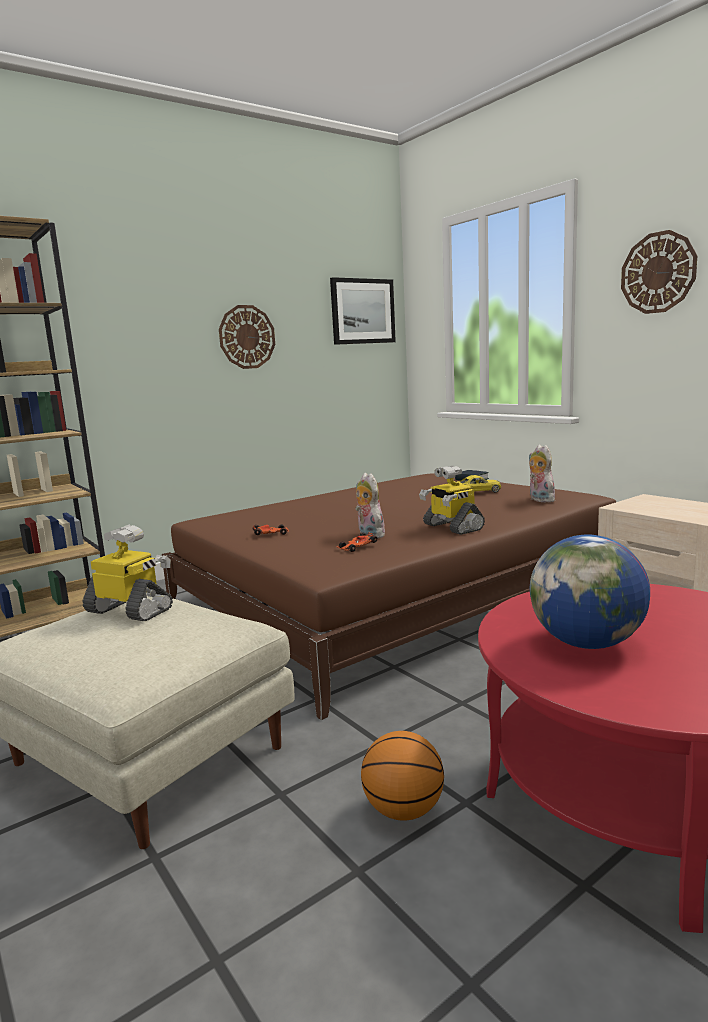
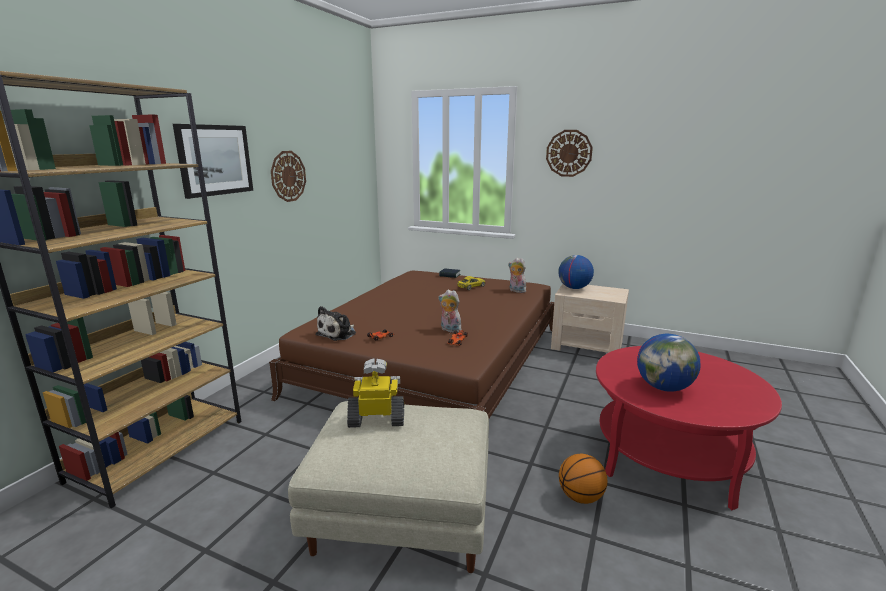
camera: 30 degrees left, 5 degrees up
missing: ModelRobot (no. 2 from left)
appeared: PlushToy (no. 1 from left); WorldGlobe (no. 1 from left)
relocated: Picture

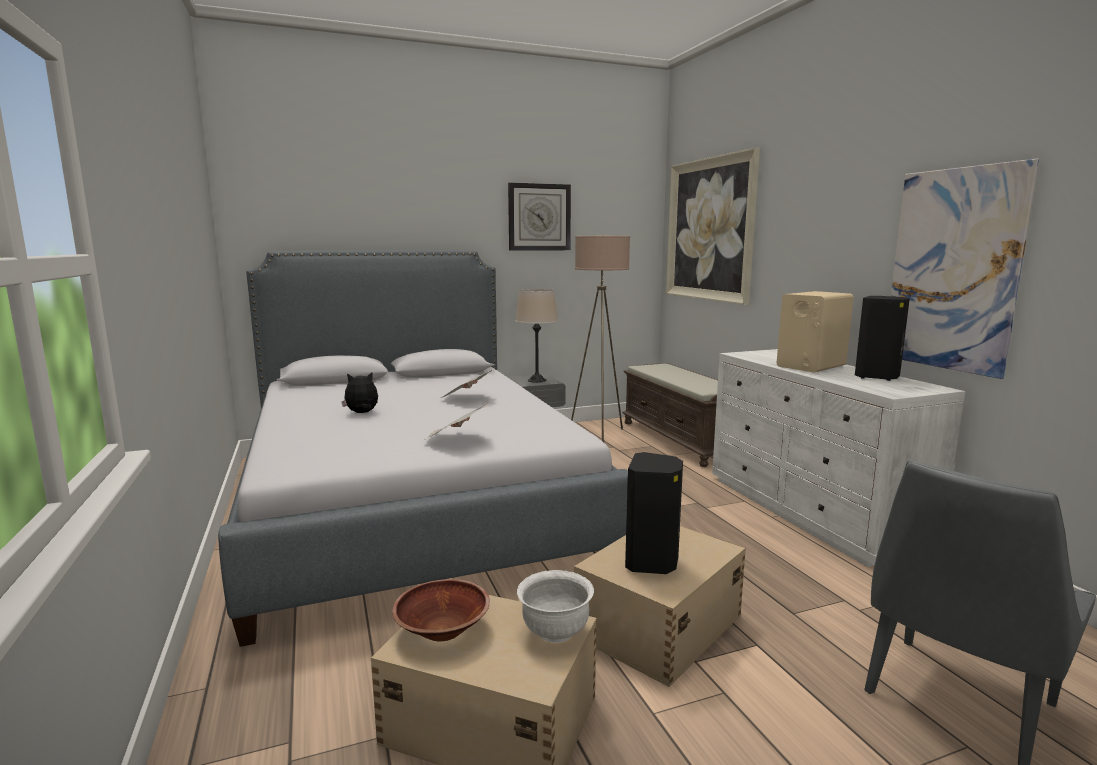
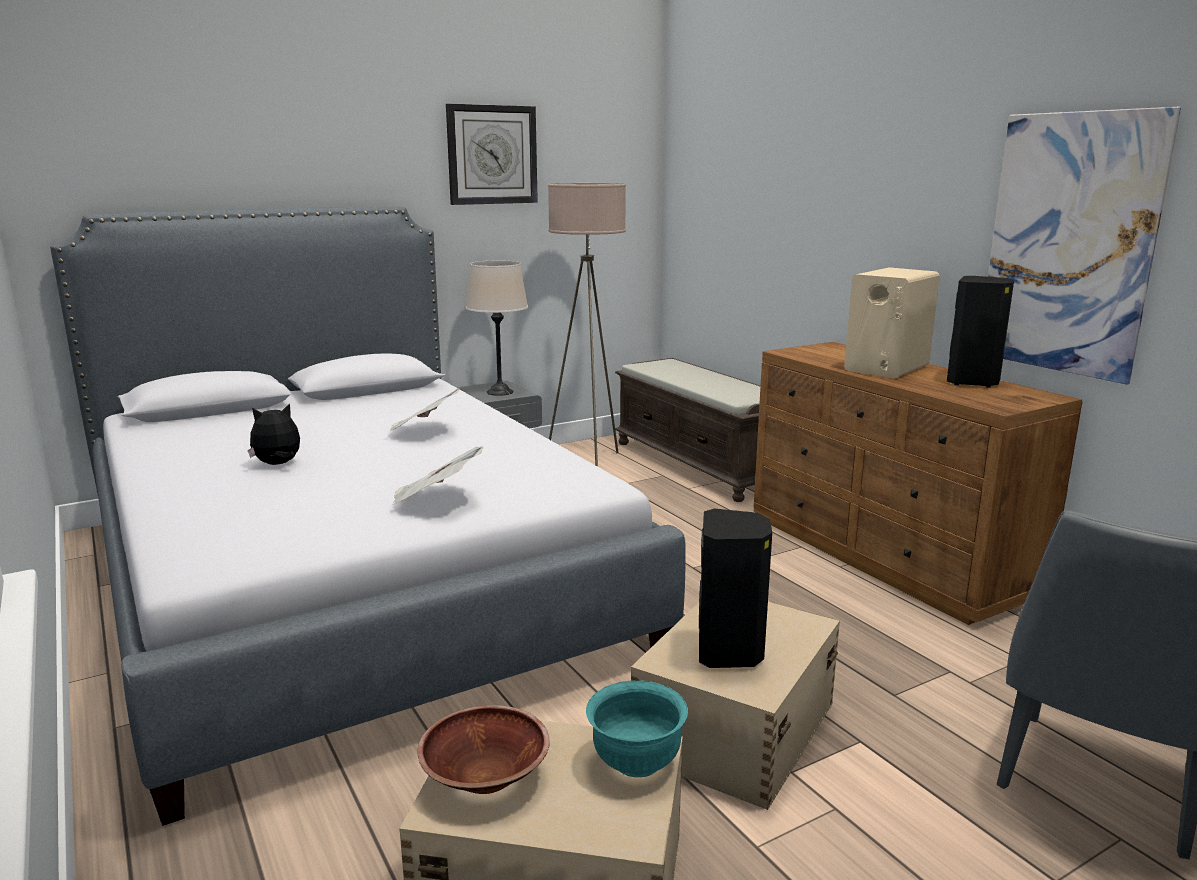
camera: 10 degrees left, 5 degrees up
missing: Picture (no. 1 from left)
colour: WhitishServingBowl to BlueGreenServingBowl; WhitishChestOfDrawers to BrownishChestOfDrawers

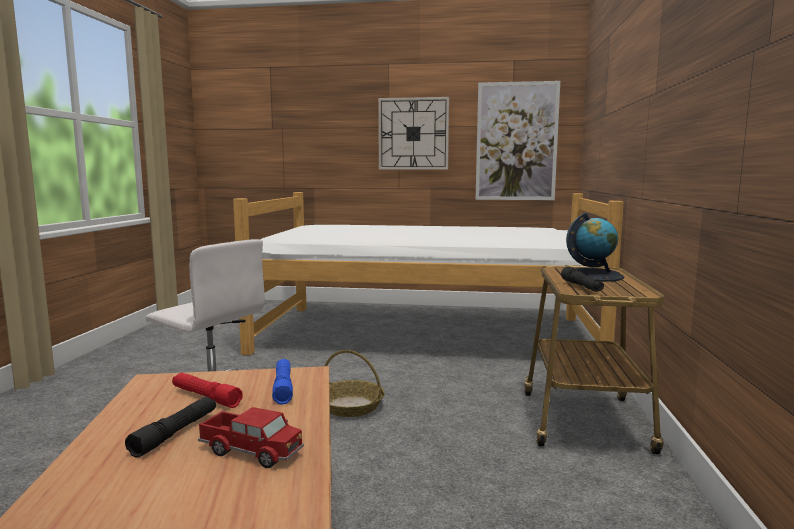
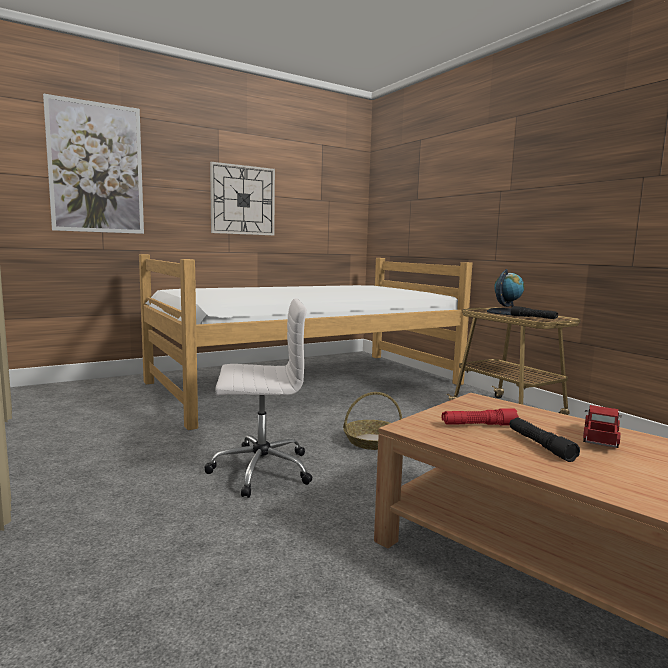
camera: 40 degrees left, 0 degrees up
missing: BluishFlashlight
relocated: Picture
spun: ToyTruck 45 degrees counterclockwise

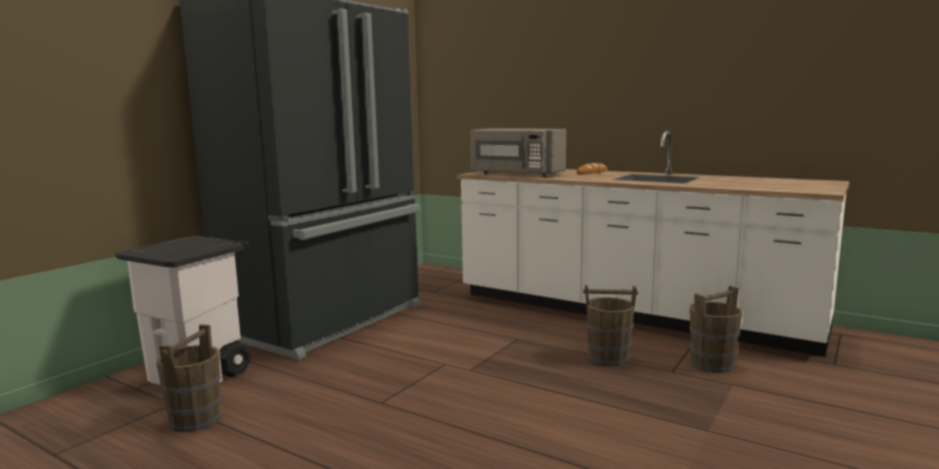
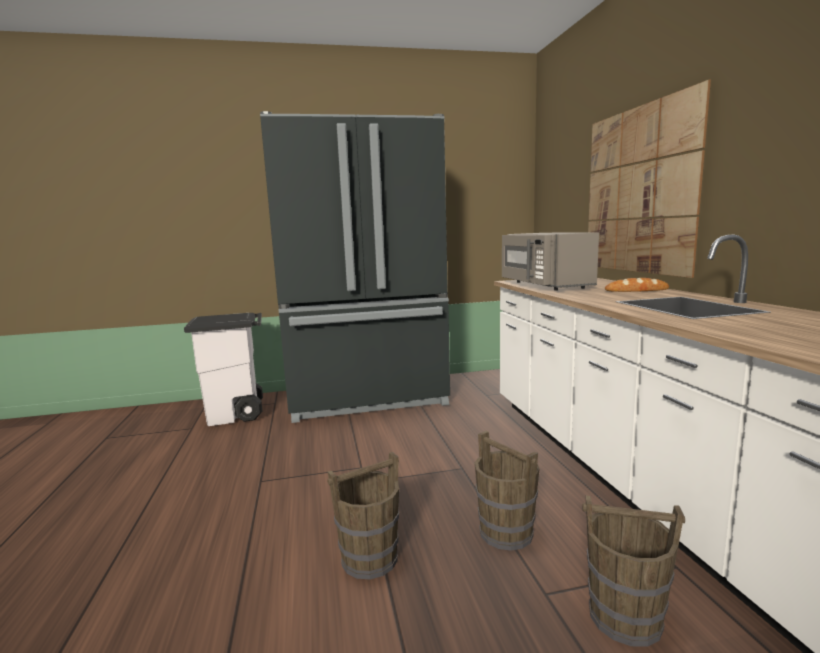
camera: 45 degrees right, 0 degrees up
appeared: Picture
relocated: BrownishWaterBucket (no. 1 from left)

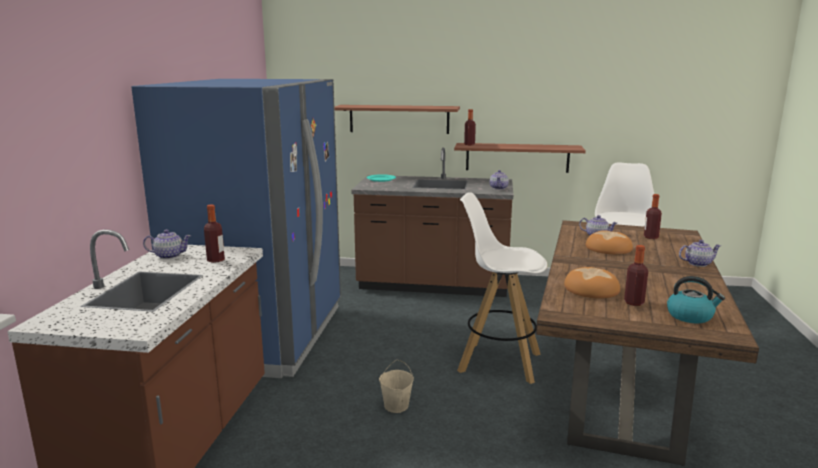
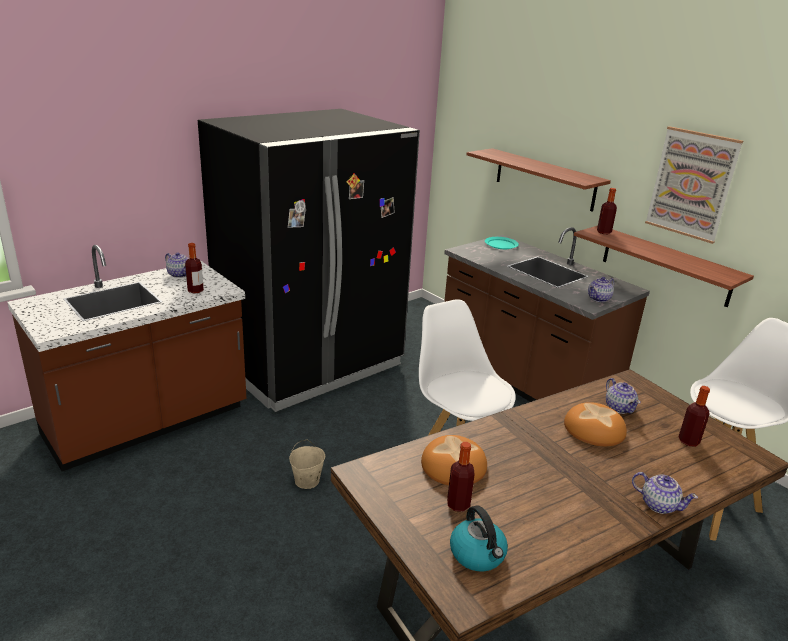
camera: 40 degrees right, 10 degrees up
appeared: Picture
colour: BluishRefrigerator to BlackishRefrigerator

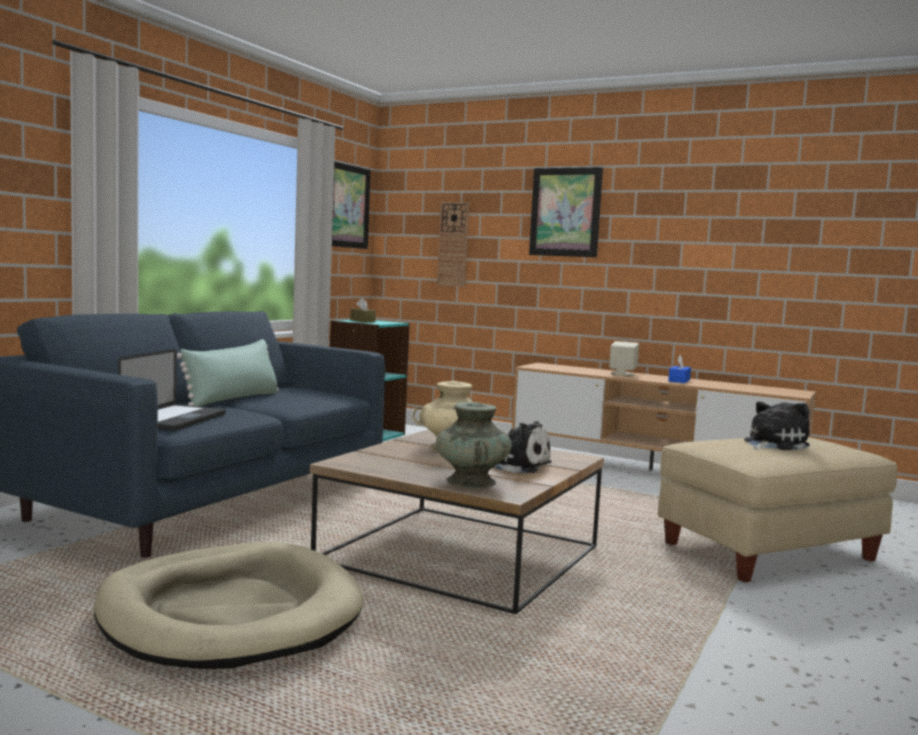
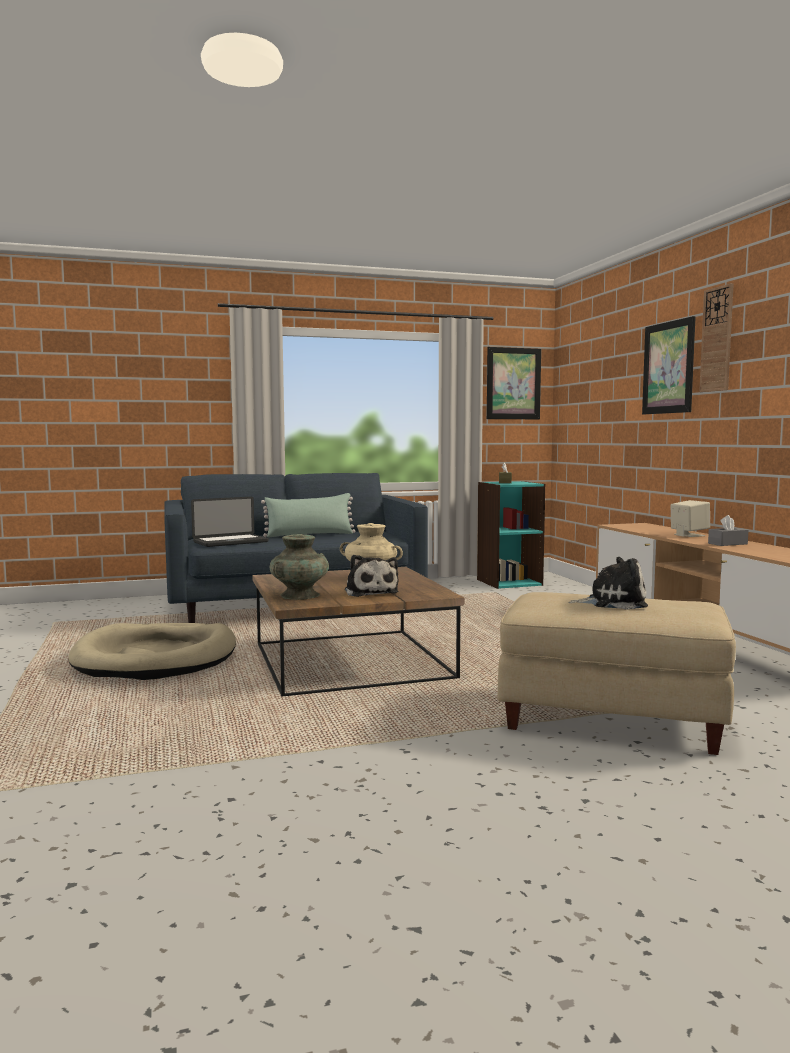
camera: 45 degrees right, 0 degrees up
relocated: WallClock
colour: BluishTissueBox to GrayTissueBox

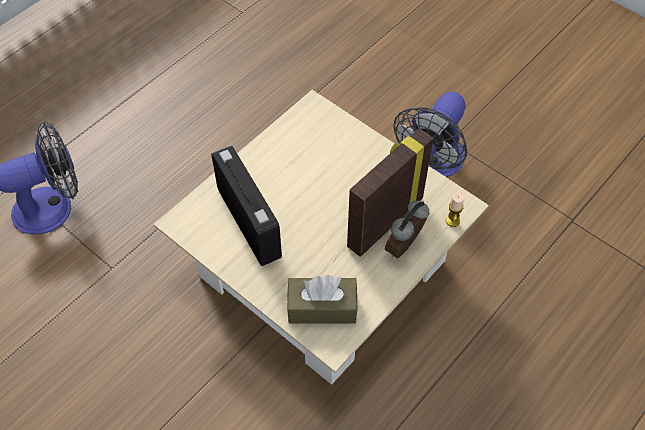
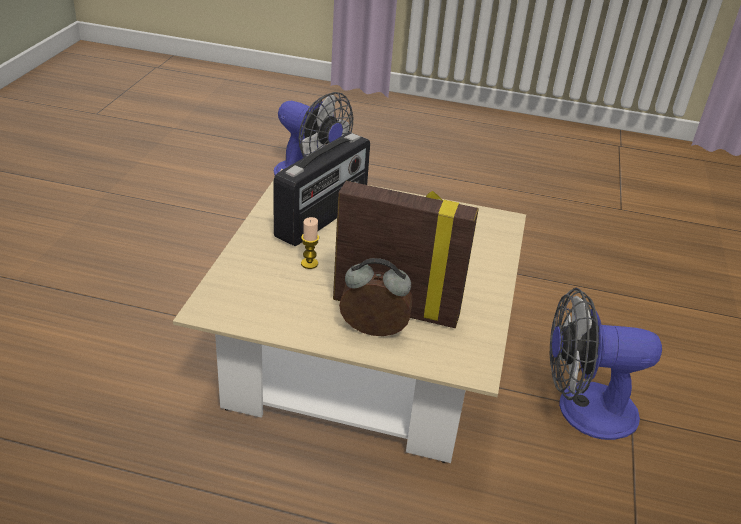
camera: 60 degrees right, 20 degrees down
missing: BrownishTissueBox
relocated: WaxCandle

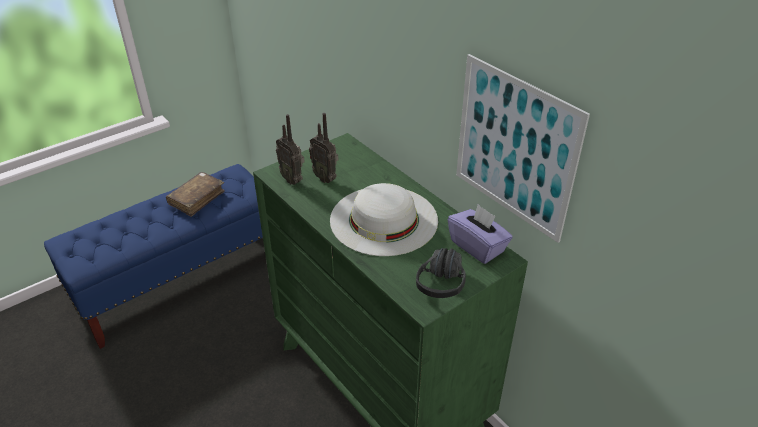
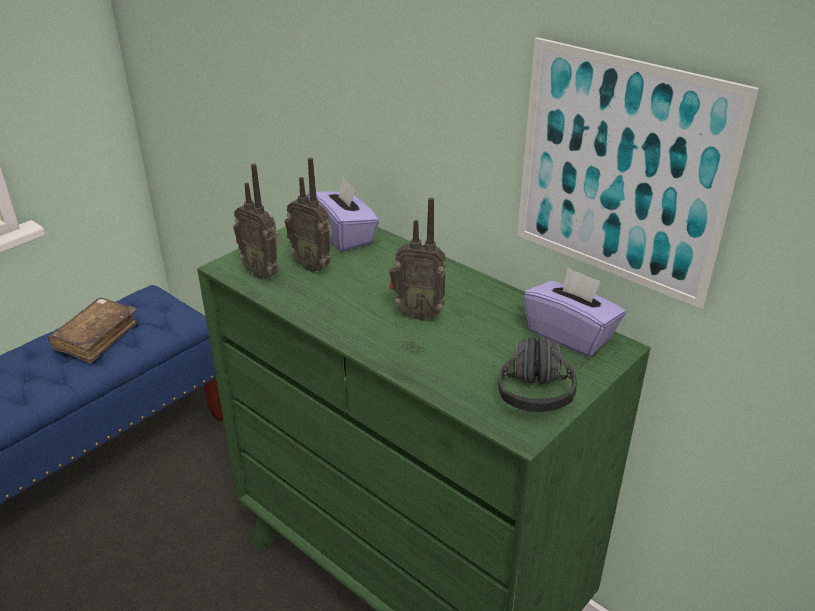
camera: 10 degrees left, 5 degrees down
appeared: PurpleTissueBox (no. 1 from left)
exchanged: WhitishWearableHat to RadioReceiver (no. 3 from left)

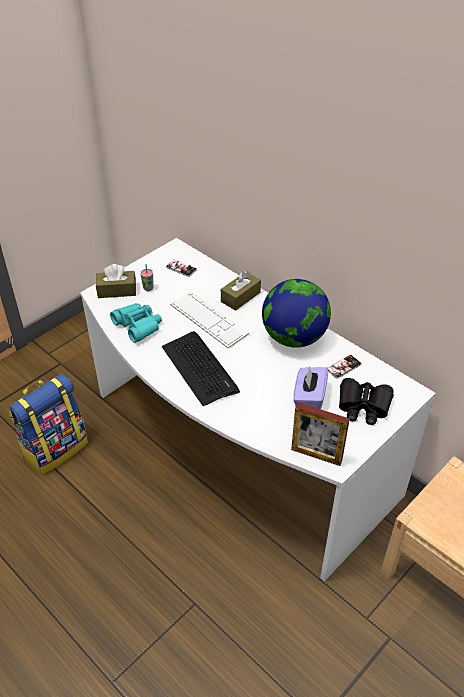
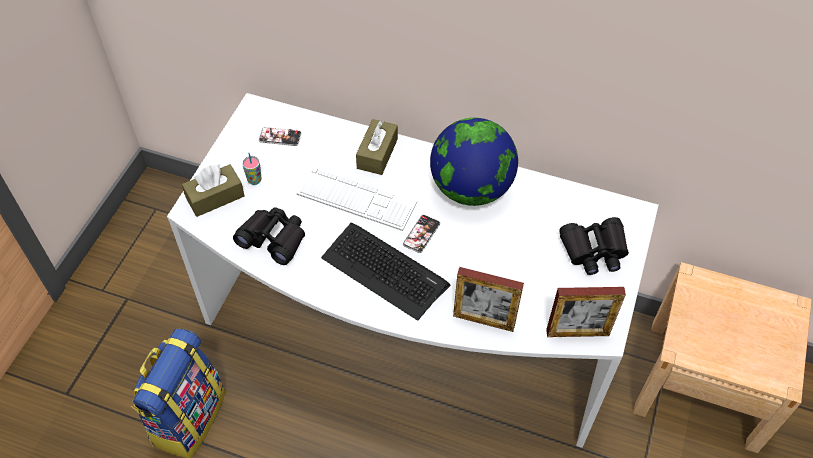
camera: 25 degrees left, 10 degrees up
missing: PurpleTissueBox
appeared: StandingFrame (no. 1 from left)
relocated: Phone (no. 2 from left)
colour: BlueGreenPairOfBinoculars to BlackishPairOfBinoculars (no. 1 from left)

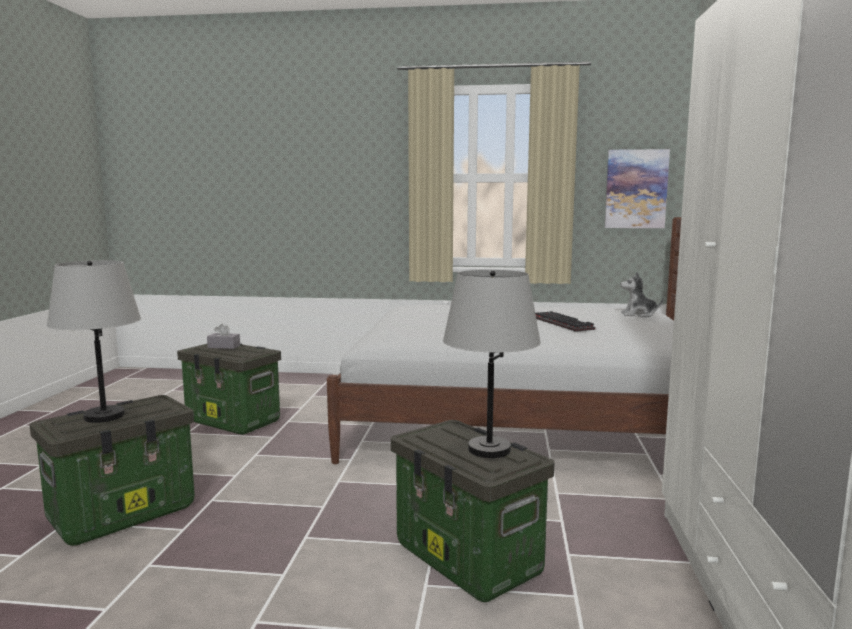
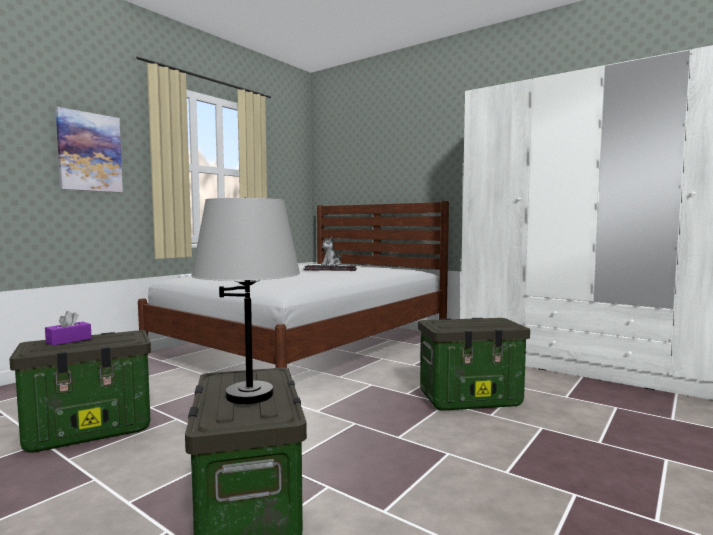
camera: 60 degrees left, 5 degrees down
missing: GrayTableLamp (no. 2 from left)
relocated: Picture
colour: GrayTissueBox to PurpleTissueBox

